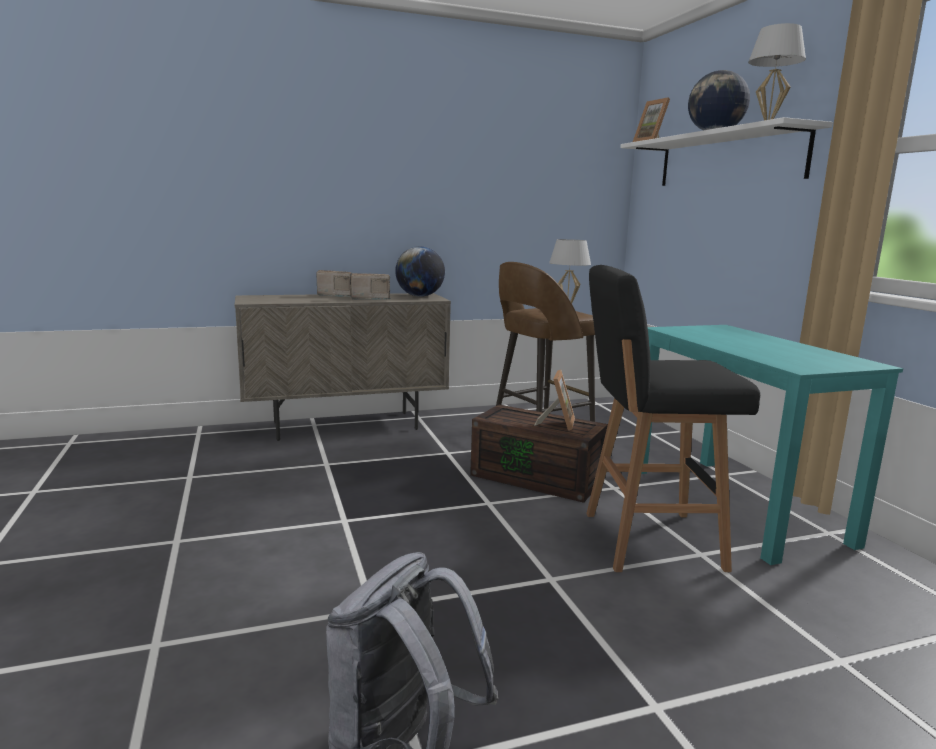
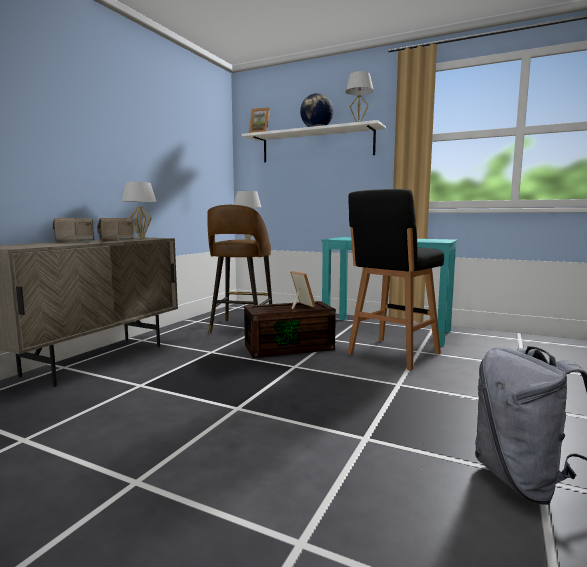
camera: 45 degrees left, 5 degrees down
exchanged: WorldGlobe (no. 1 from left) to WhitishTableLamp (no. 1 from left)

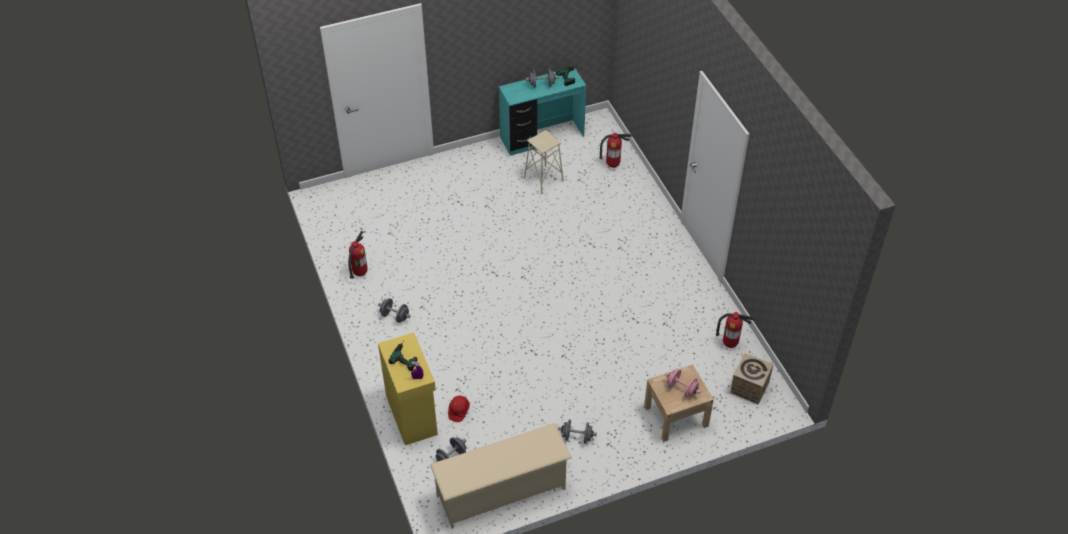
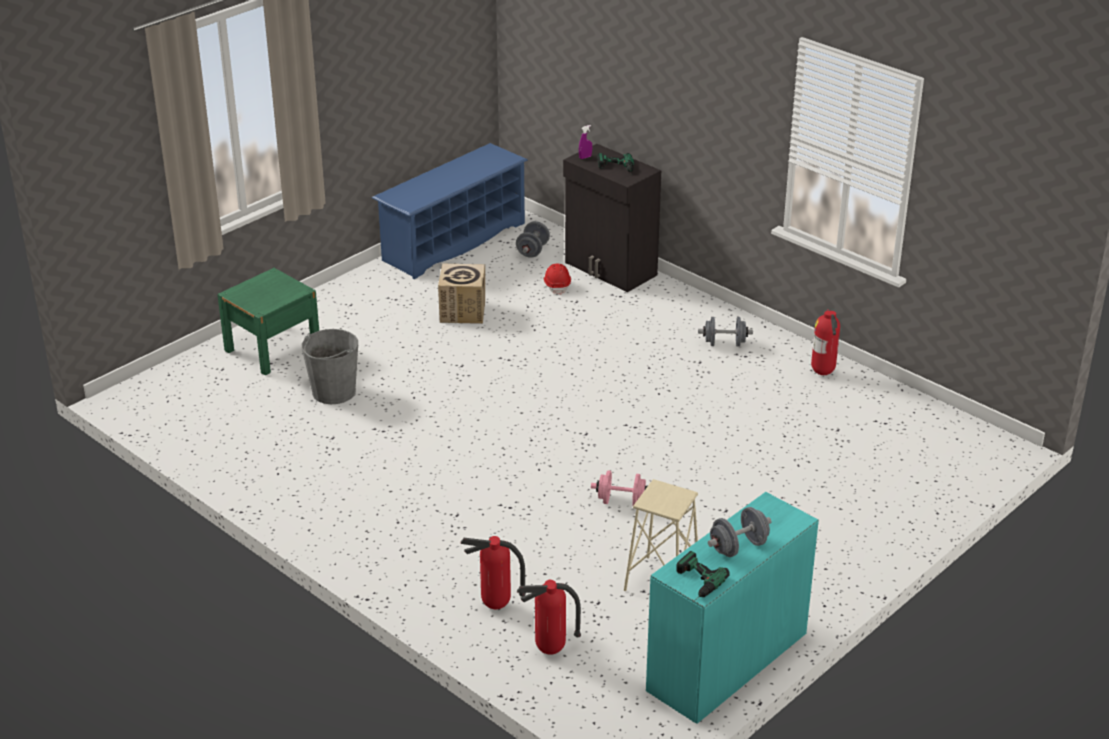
camera: 155 degrees right, 15 degrees down
missing: GrayHandWeight (no. 4 from left)
appeared: GrayWaterBucket
relocated: PinkishHandWeight; FireExtinguisher (no. 3 from left in the first image) to FireExtinguisher (no. 1 from left); Carton
colour: YellowColouredStorageCabinet to BlackishStorageCabinet; BeigeShoeStand to BluishShoeStand; BeigeNightTable to GreenishNightTable

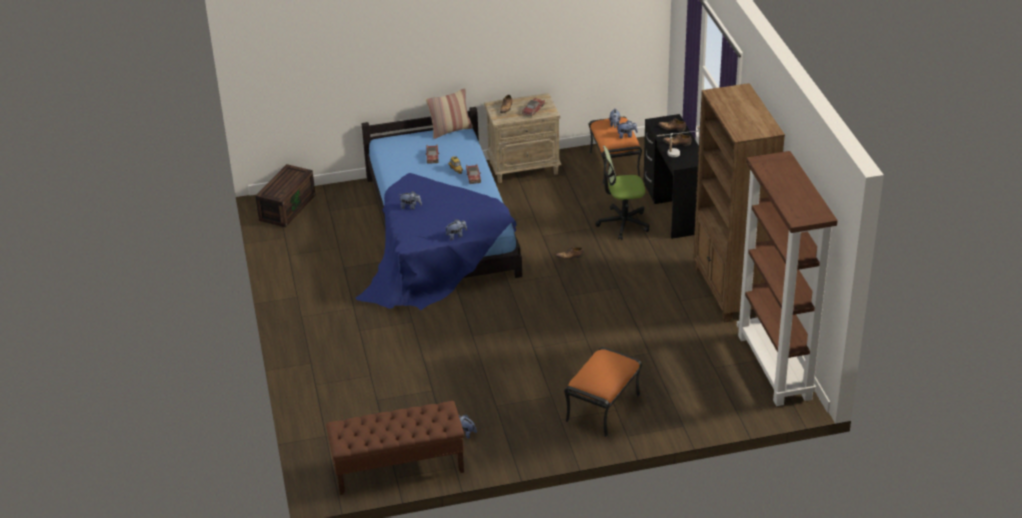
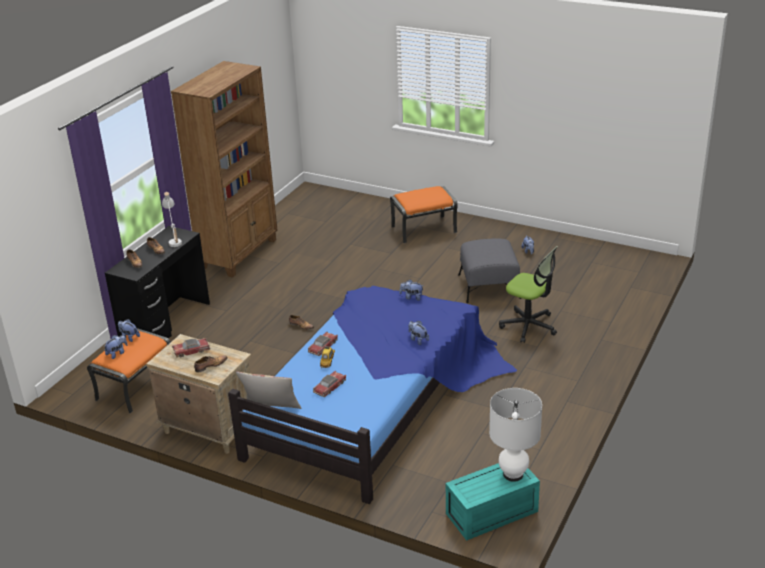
camera: 140 degrees left, 5 degrees down
missing: BrownishBench; BrownishBookcase (no. 2 from left)
appeared: GrayFootrest; WhitishTableLamp (no. 2 from left)
relocated: ComputerChair
colour: BrownishStorageContainer to BlueGreenStorageContainer

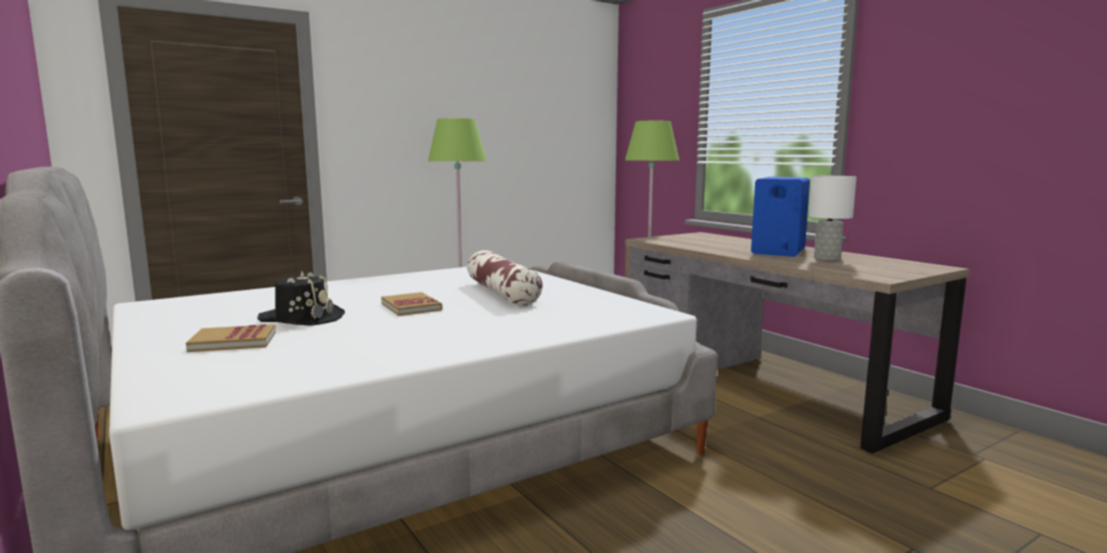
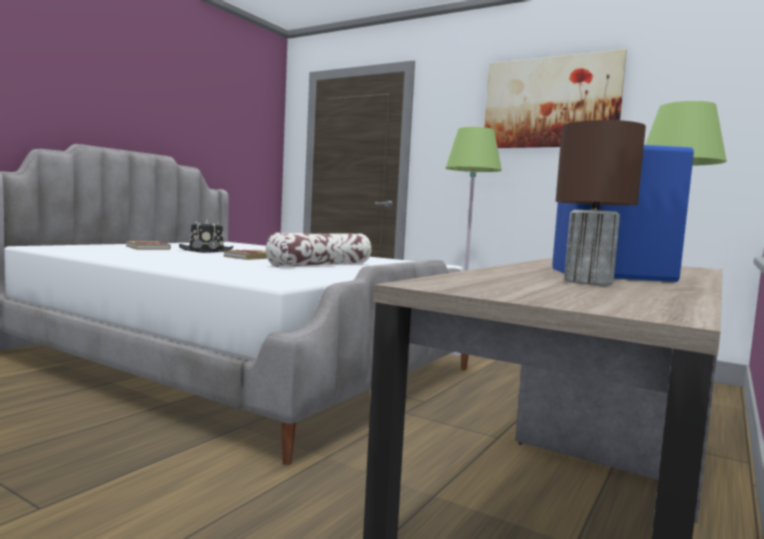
camera: 65 degrees right, 5 degrees down
appeared: Picture
colour: WhitishTableLamp to BrownishTableLamp

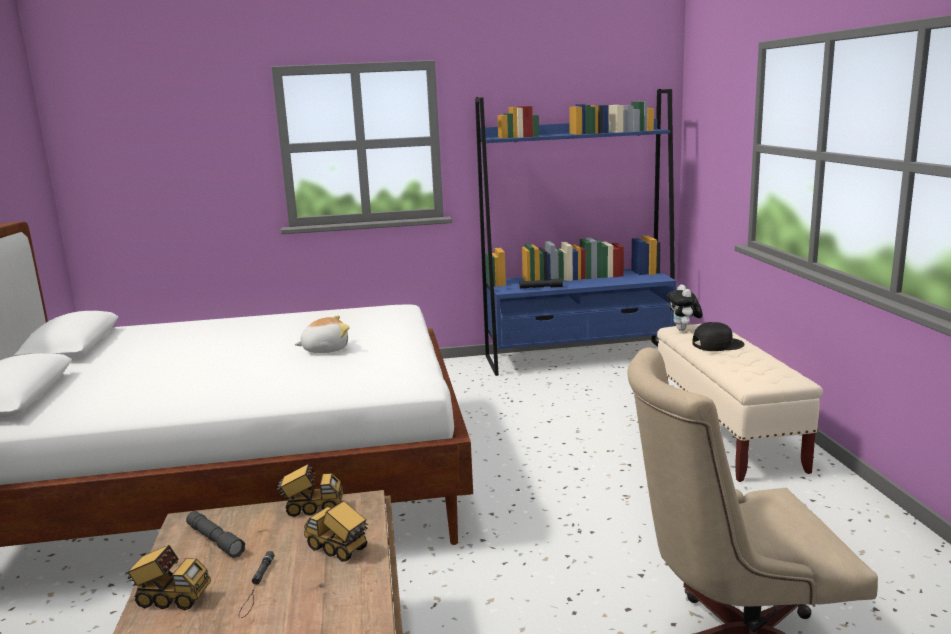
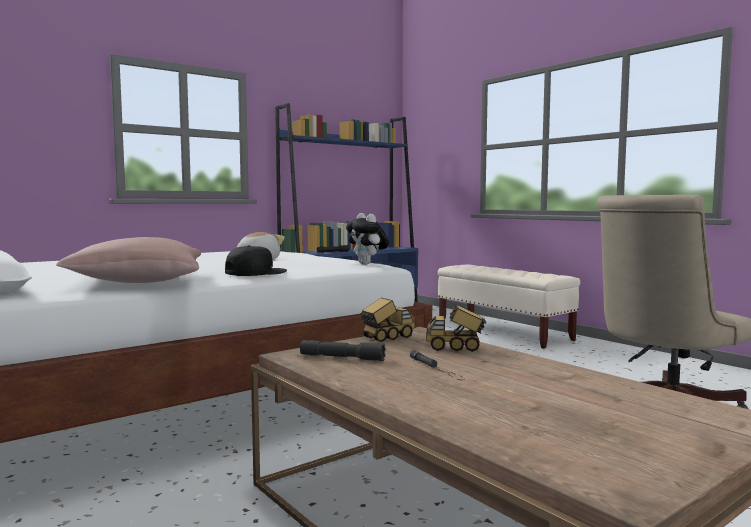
camera: 30 degrees left, 10 degrees down
missing: ToyTruck (no. 1 from left)
appeared: PinkishPillow
relocated: PlushToy (no. 2 from left); BlackishBaseballCap

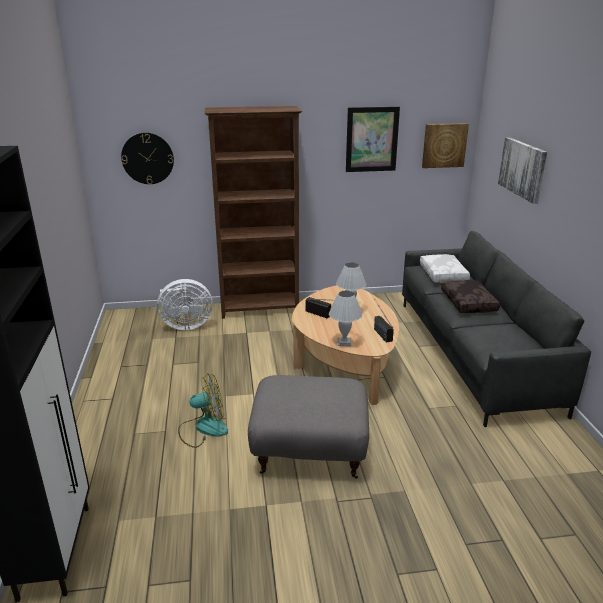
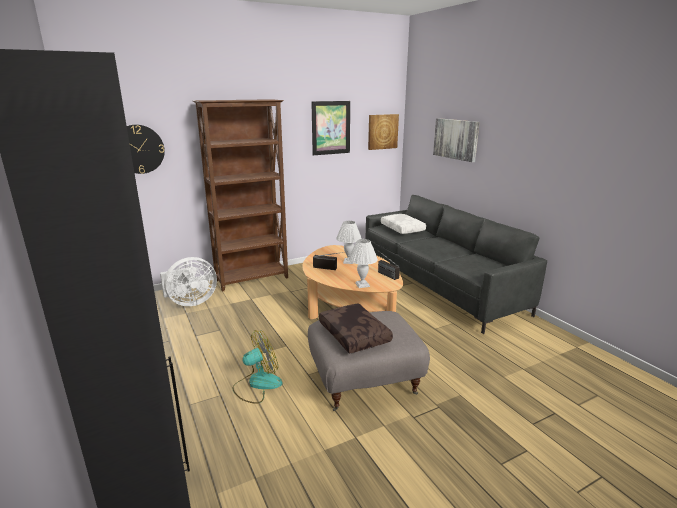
camera: 20 degrees left, 5 degrees down
relocated: BrownishPillow

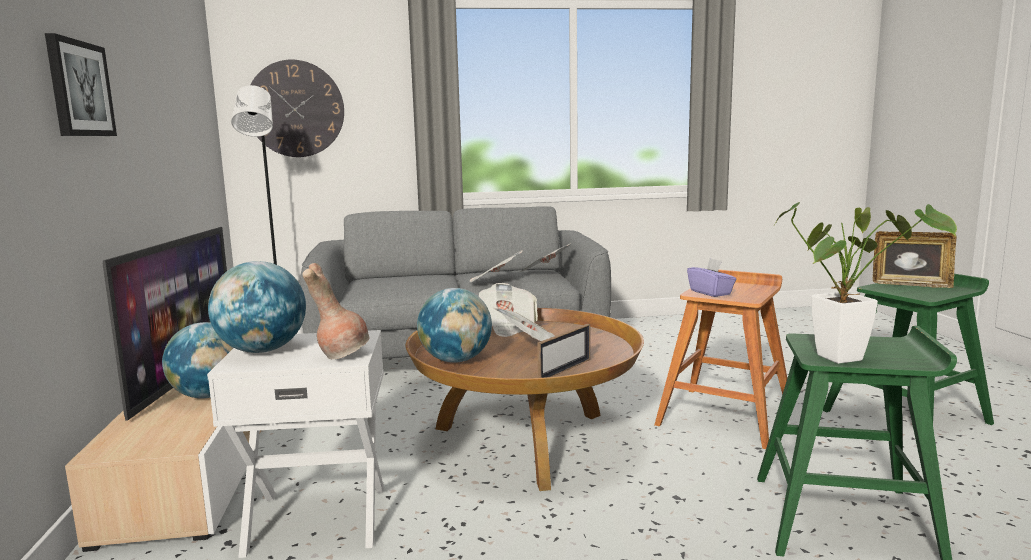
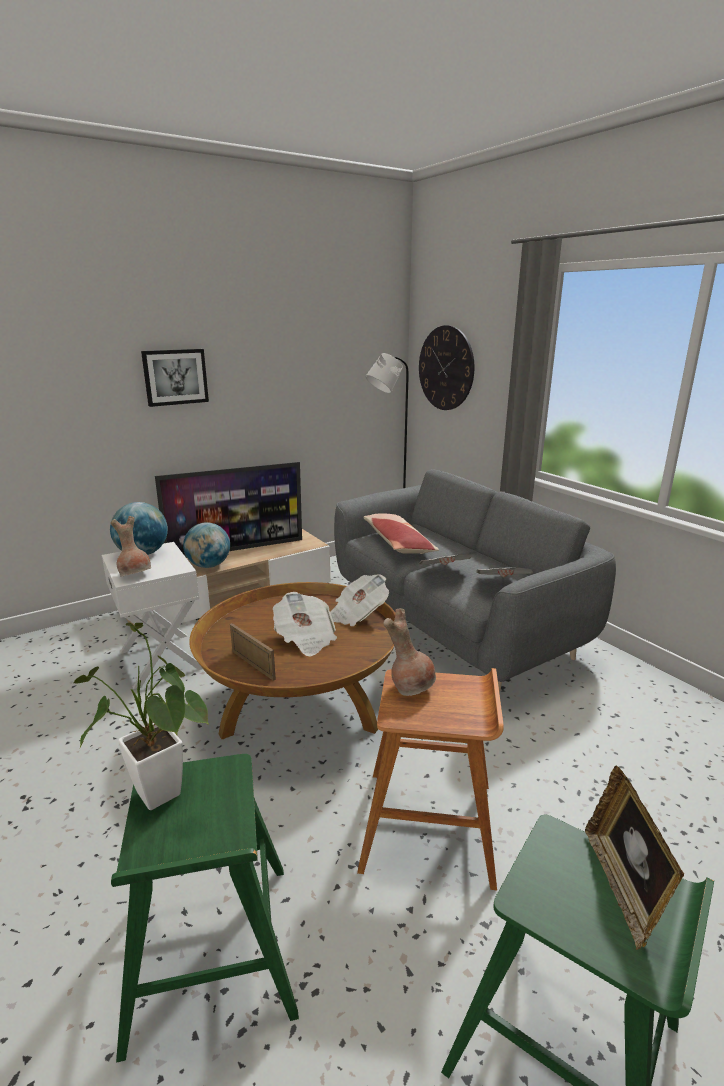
camera: 65 degrees right, 10 degrees up
missing: WorldGlobe (no. 3 from left)
appeared: Pillow
exchanged: PurpleTissueBox to BrownishFlowerVase (no. 2 from left)
spun: StandingFrame (no. 1 from left) 150 degrees counterclockwise

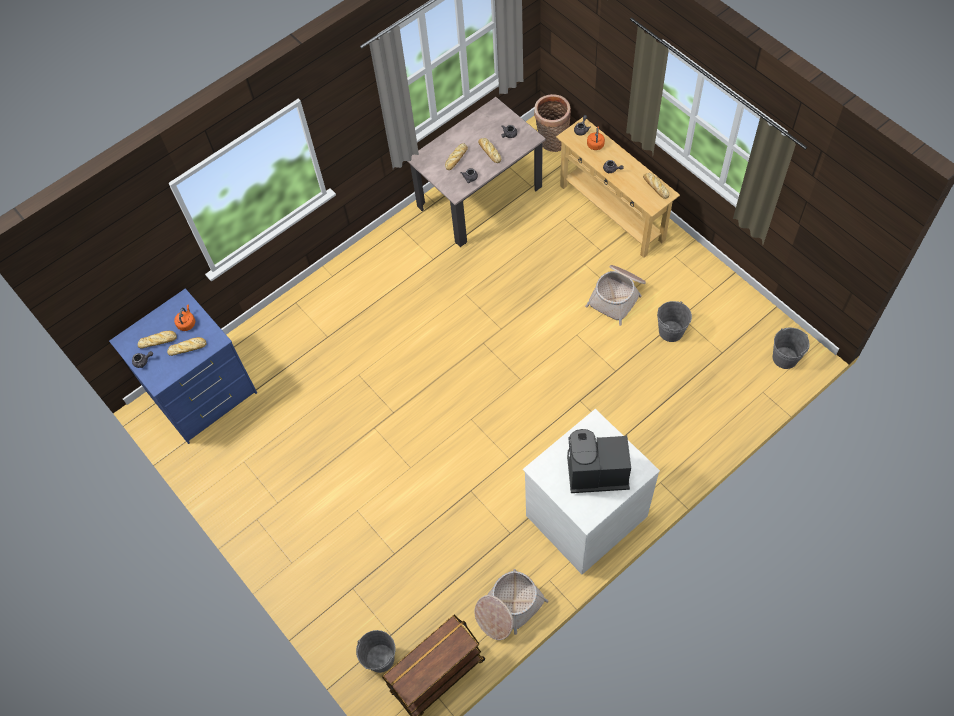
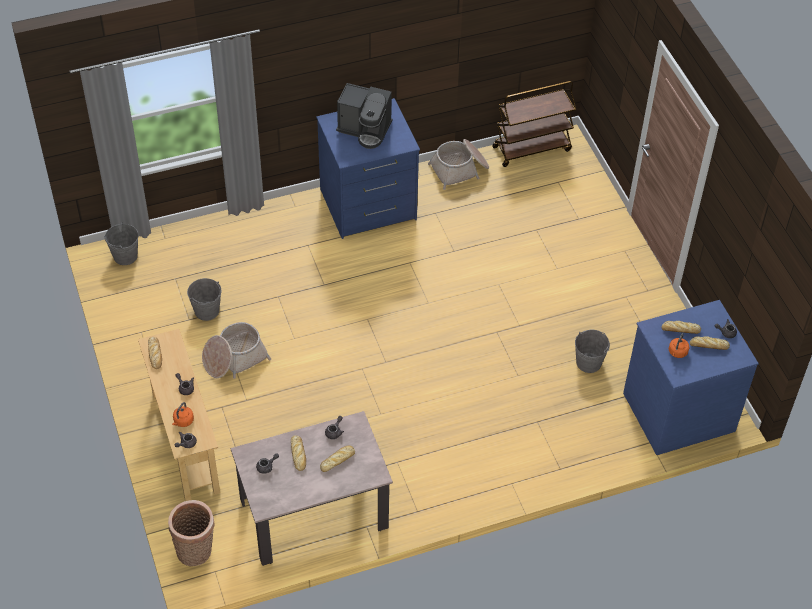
camera: 165 degrees left, 10 degrees down
relocated: GrayWaterBucket (no. 1 from left in the first image) to GrayWaterBucket (no. 3 from left)
colour: WhitishChestOfDrawers to BluishChestOfDrawers (no. 1 from left)

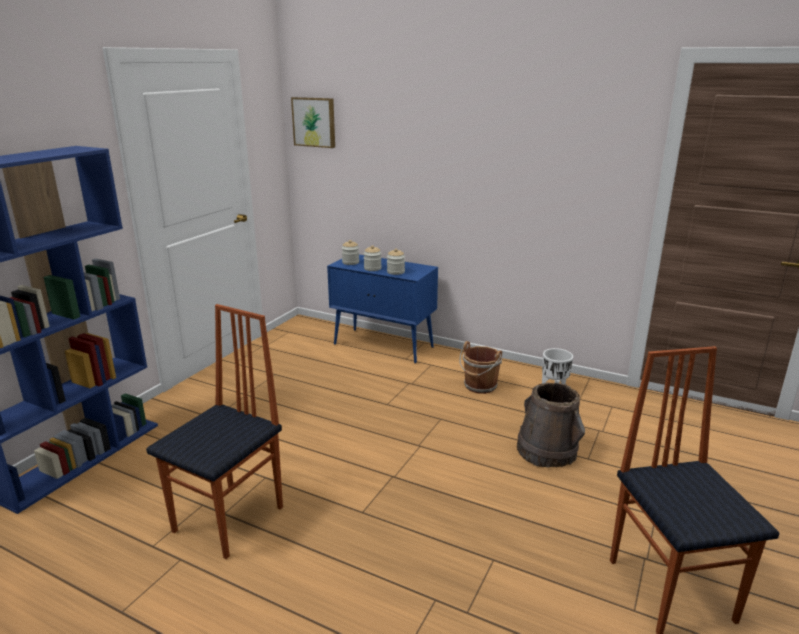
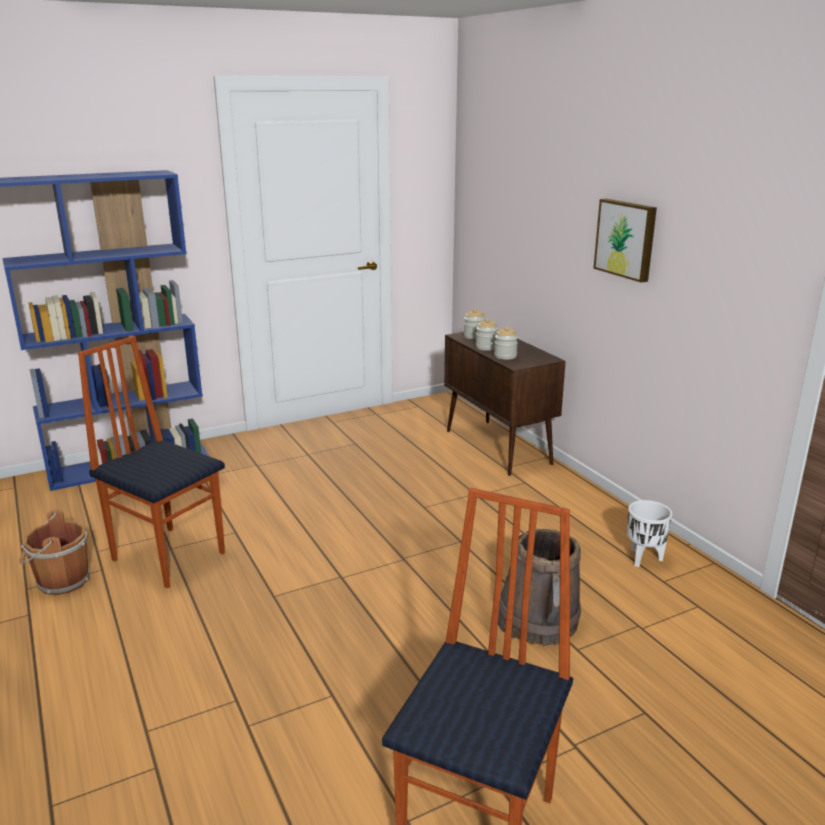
camera: 35 degrees right, 0 degrees up
relocated: Picture; BrownishWaterBucket (no. 1 from left)
colour: BluishStorageCabinet to BrownishStorageCabinet
spun: UprightChair (no. 1 from left) 120 degrees counterclockwise

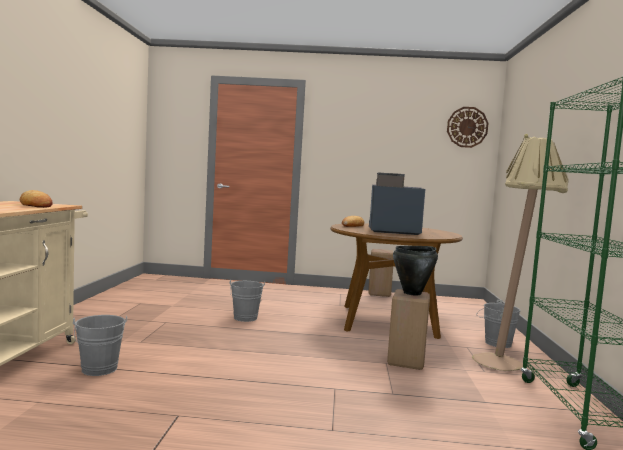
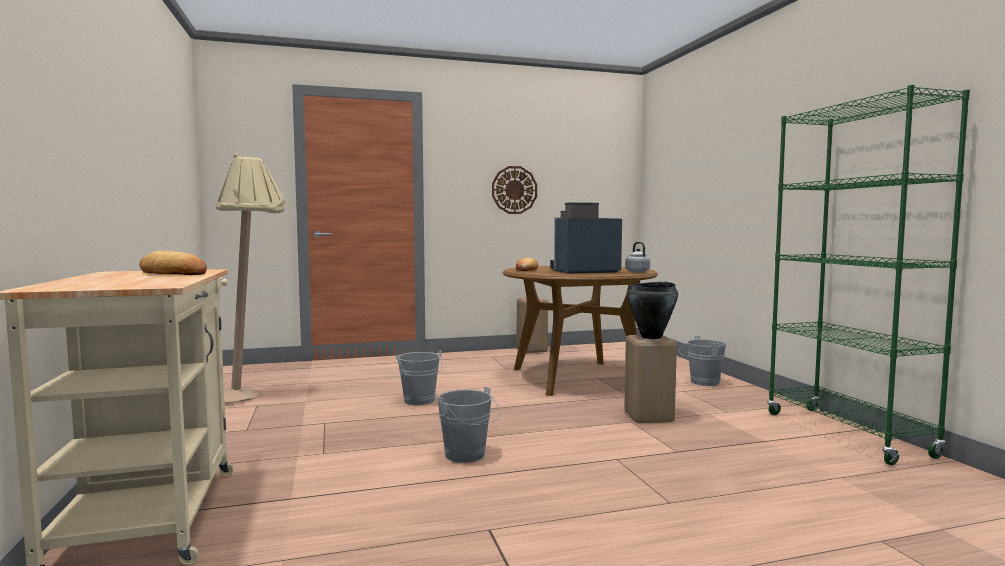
camera: 20 degrees left, 0 degrees up
appeared: GrayWaterKettle
relocated: GrayWaterBucket (no. 1 from left in the first image) to GrayWaterBucket (no. 2 from left); WallClock; BeigeStandardLamp

